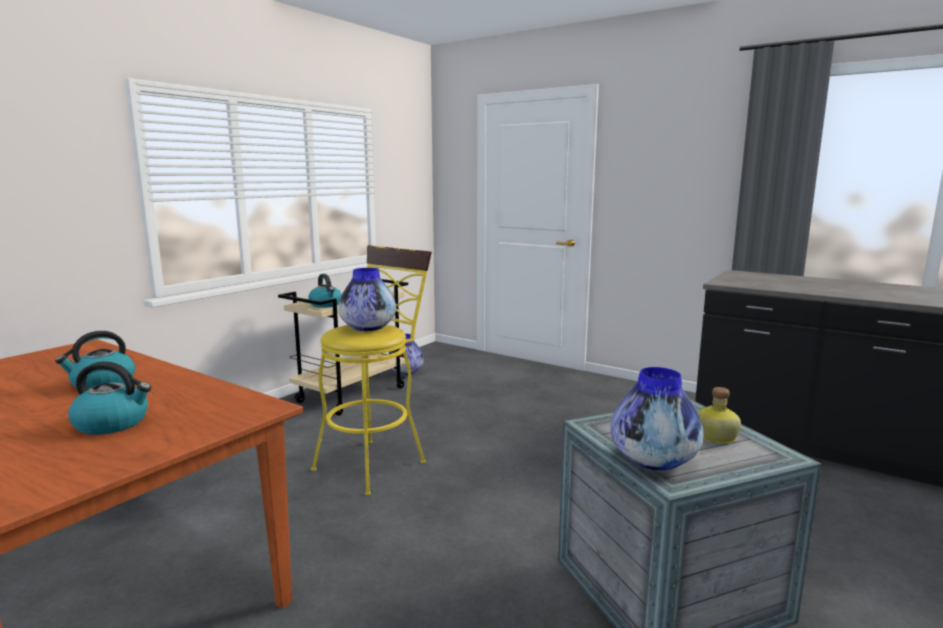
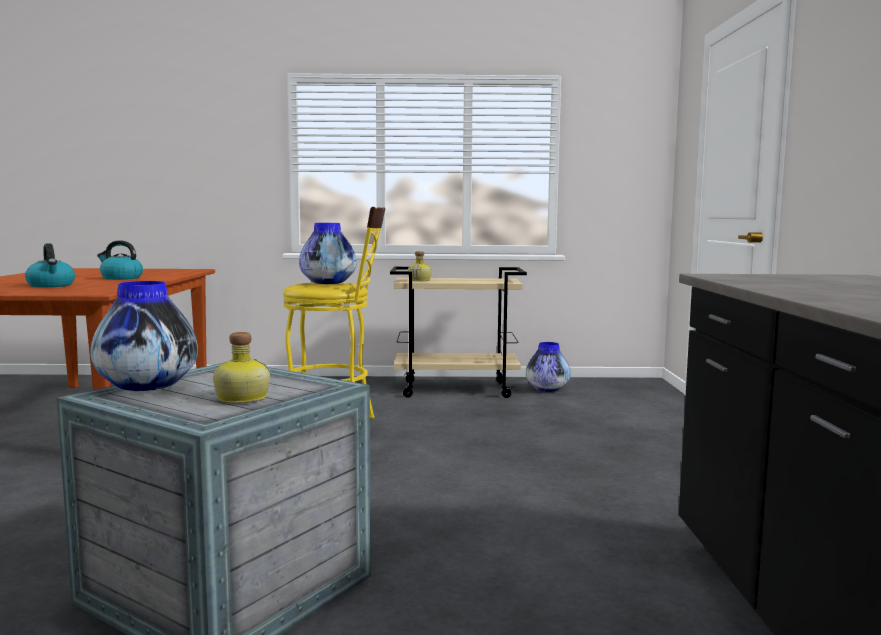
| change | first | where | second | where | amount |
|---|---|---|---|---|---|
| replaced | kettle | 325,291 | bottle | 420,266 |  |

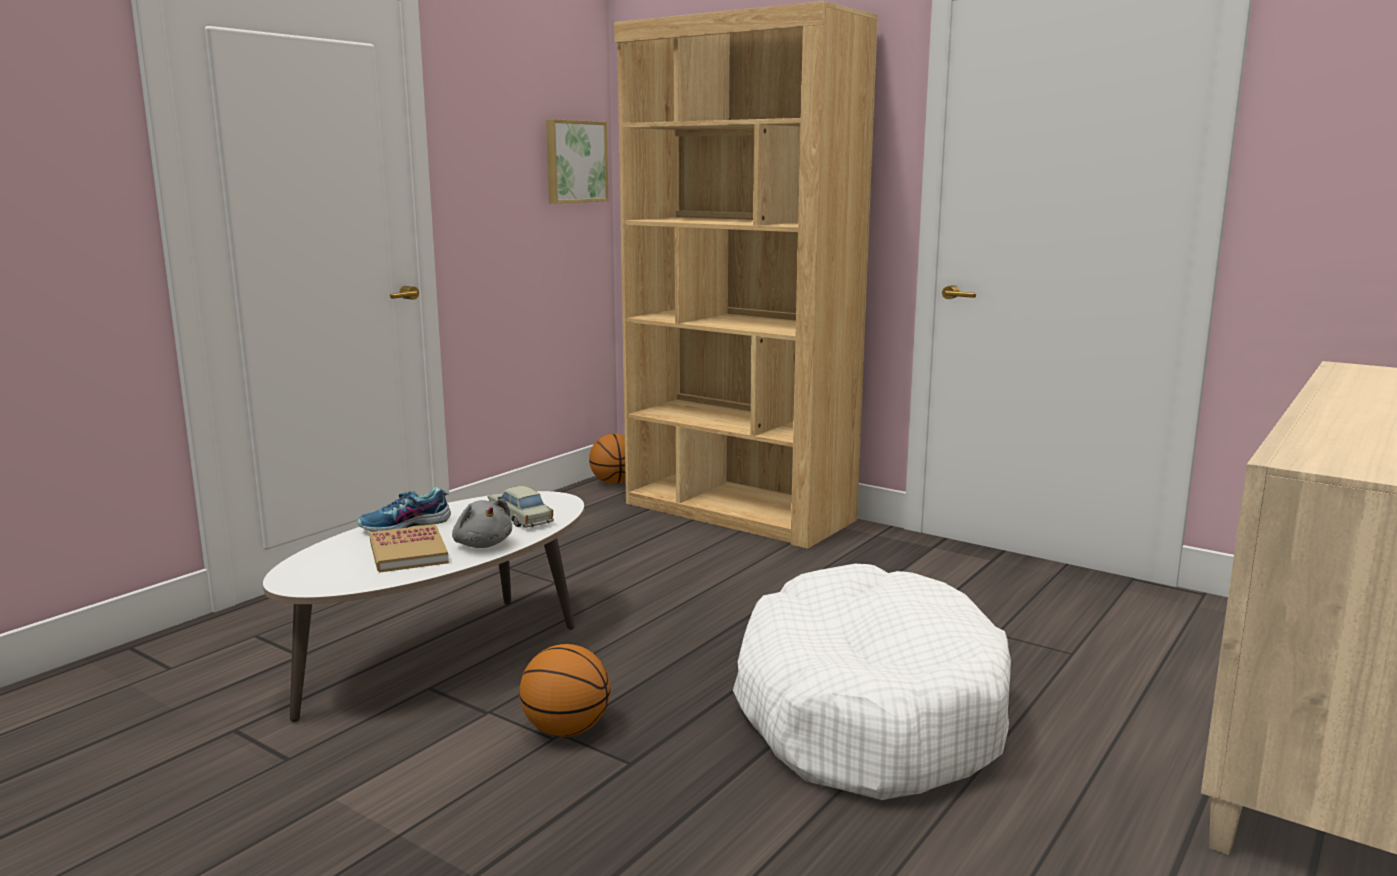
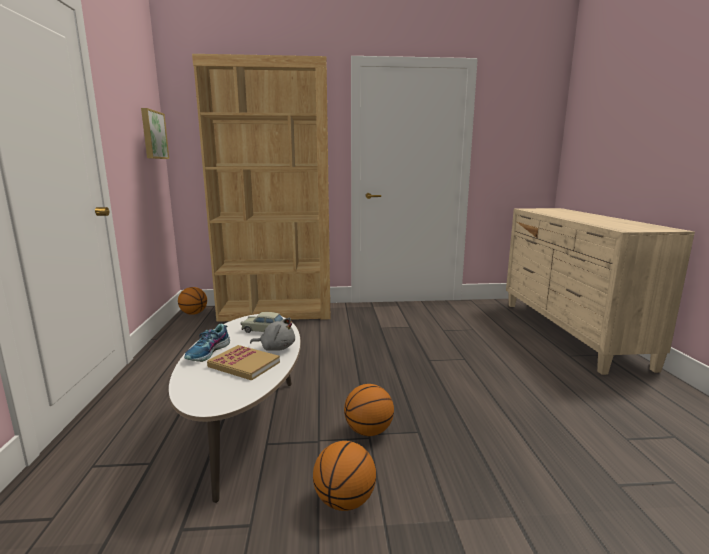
| change | first | where | second | where | amount |
|---|---|---|---|---|---|
| removed | white dog bed | 872,682 |  |  |  |
| added |  |  | basketball | 344,476 |  |

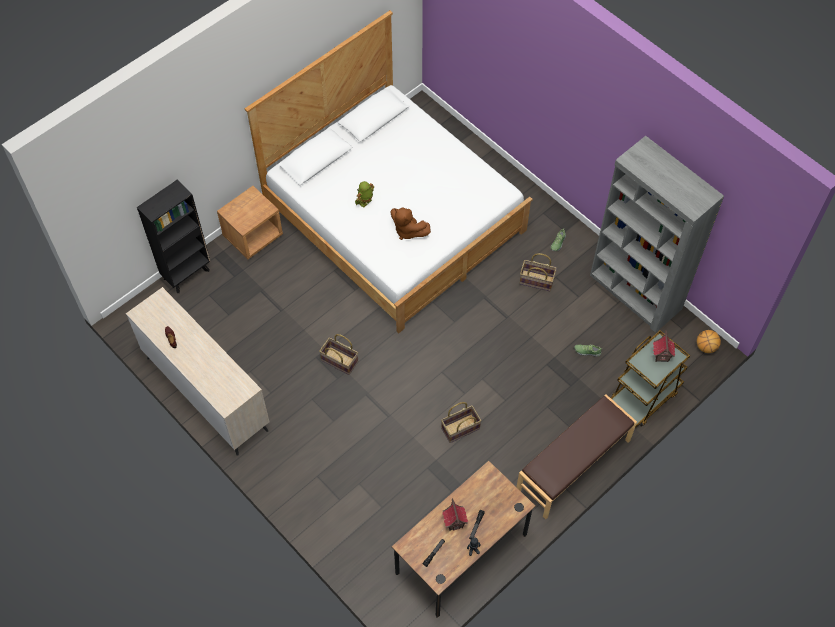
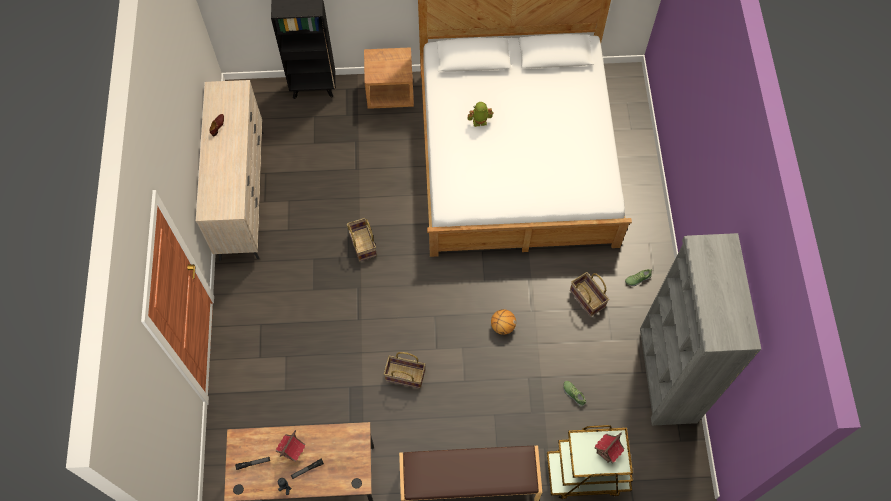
| change | first | where | second | where | amount |
|---|---|---|---|---|---|
| removed | brown plush toy | 410,223 |  |  |  |
| moved | basketball | 709,341 |  | 503,322 |  |

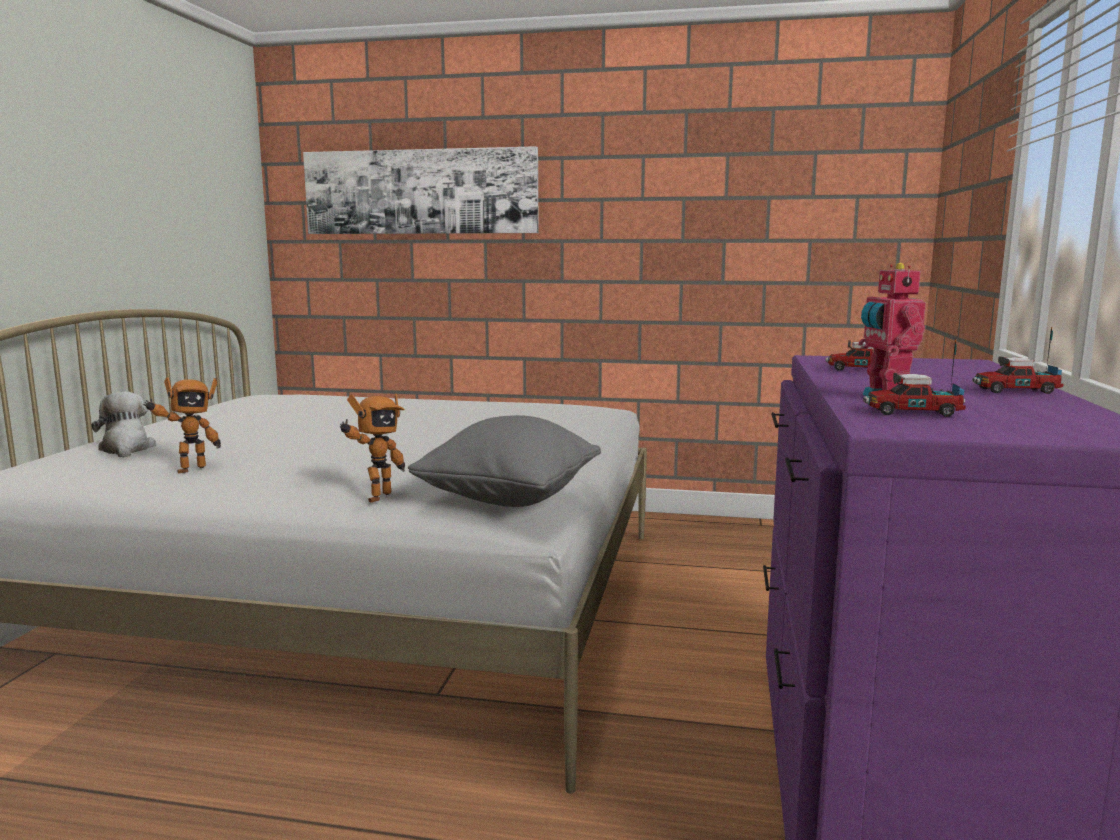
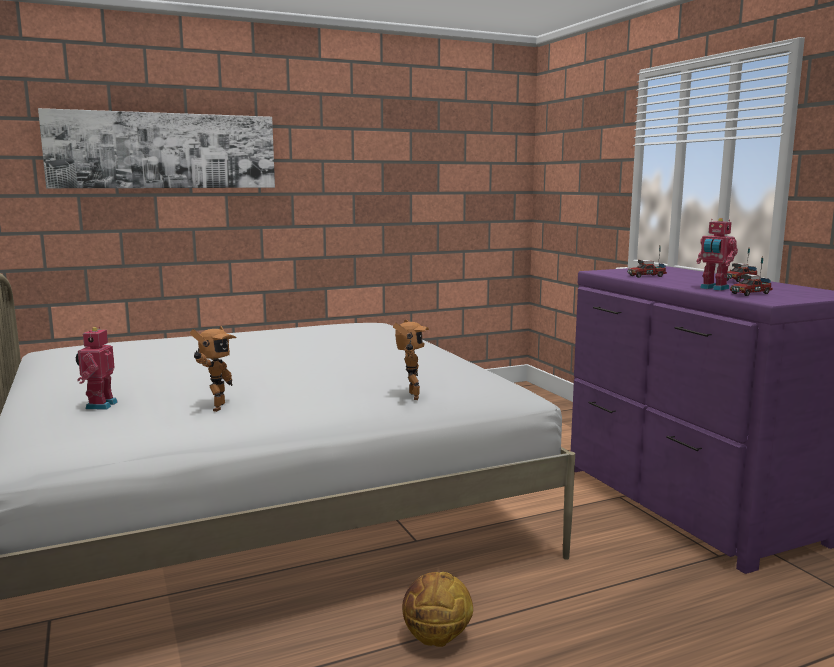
| change | first | where | second | where | amount |
|---|---|---|---|---|---|
| replaced | plush toy | 124,425 | toy robot | 97,367 |  |
| removed | grey pillow | 504,461 |  |  |  |
| added |  |  | basketball | 437,609 |  |

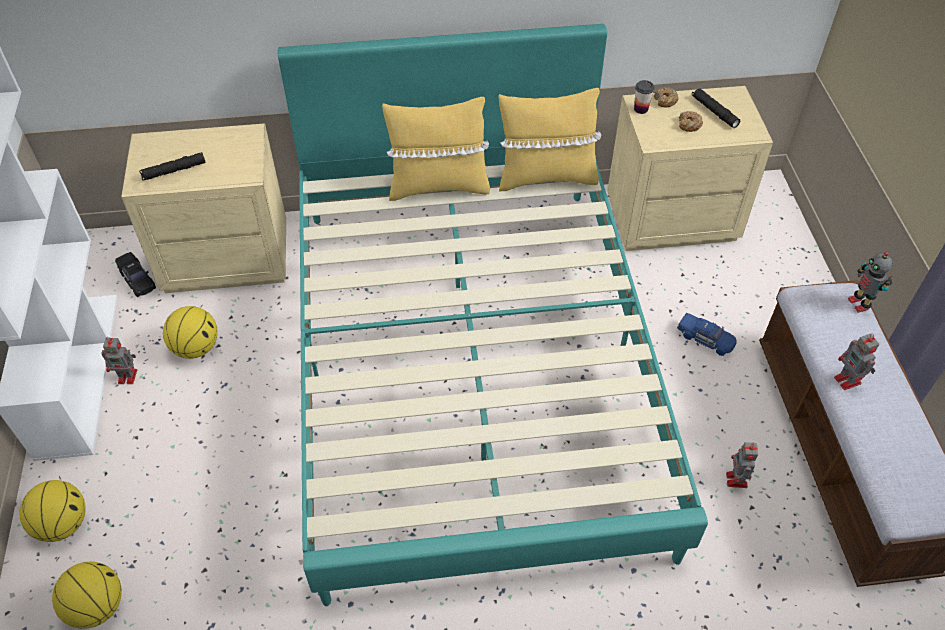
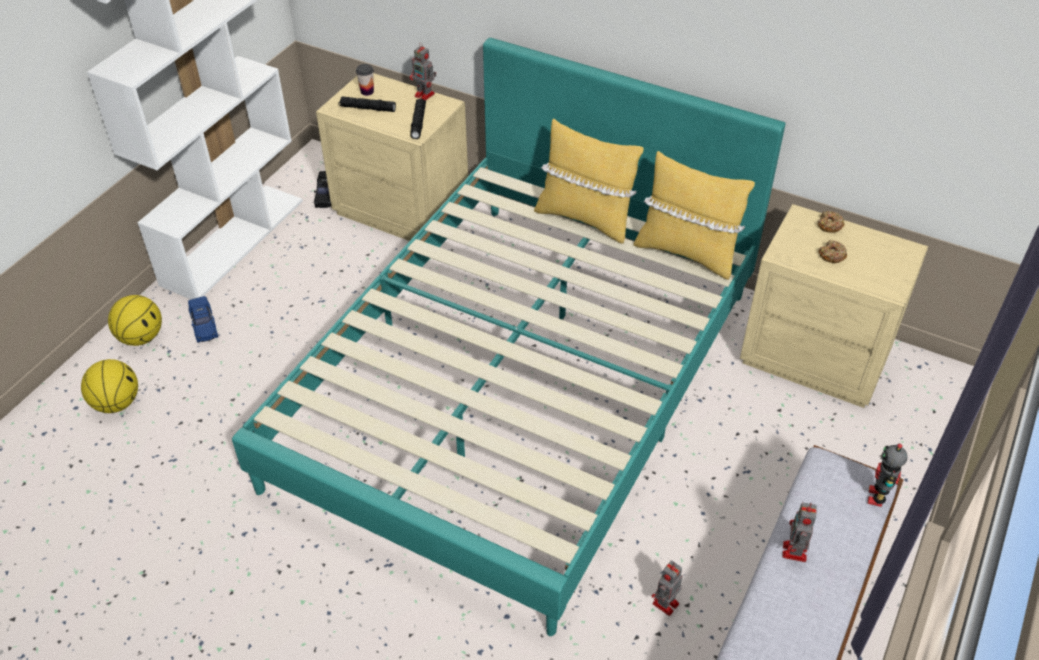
| change | first | where | second | where | amount |
|---|---|---|---|---|---|
| moved | toy robot | 119,360 |  | 423,71 |  |
| removed | basketball | 190,332 |  |  |  |
| moved | cup | 644,97 |  | 365,80 |  |
| moved | blue toy car | 706,334 |  | 203,319 |  |
| moved | black flashlight | 716,108 |  | 418,119 |  |

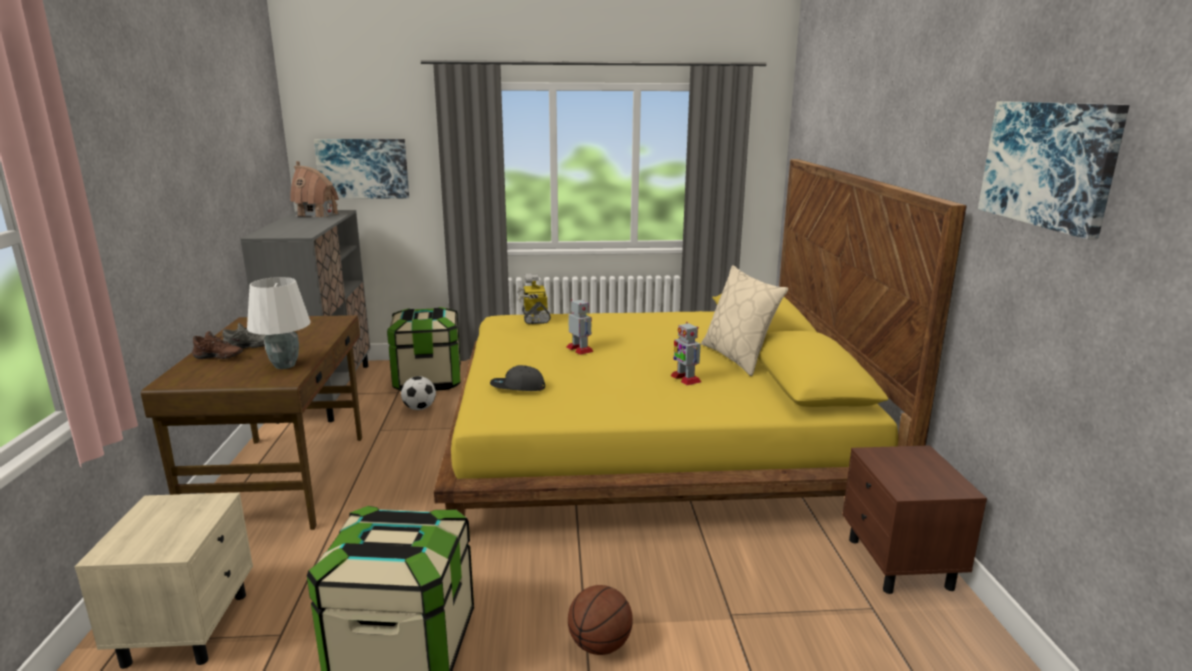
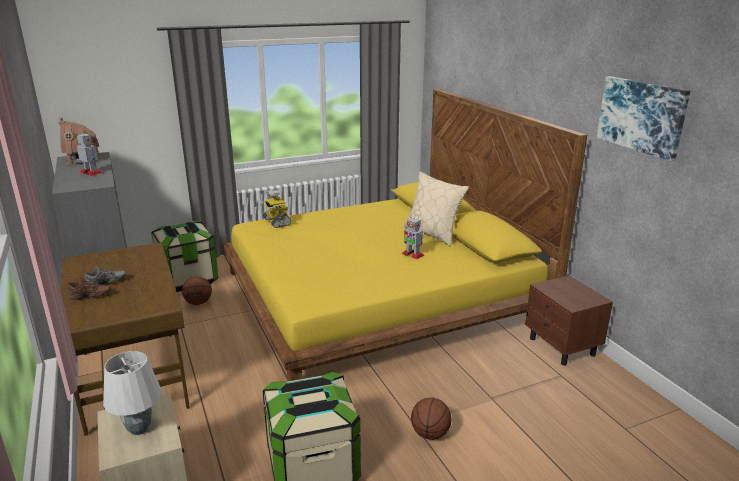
| change | first | where | second | where | amount |
|---|---|---|---|---|---|
| moved | white table lamp | 279,323 |  | 132,393 |  |
| removed | picture | 361,169 |  |  |  |
| replaced | football | 418,393 | basketball | 197,290 |  |
| removed | grey cap | 517,378 |  |  |  |
| moved | toy robot | 580,327 |  | 89,155 |  |

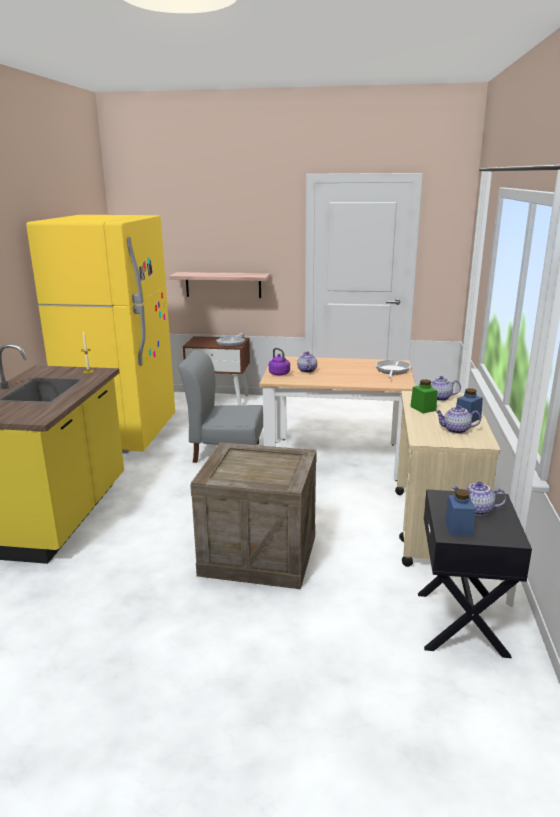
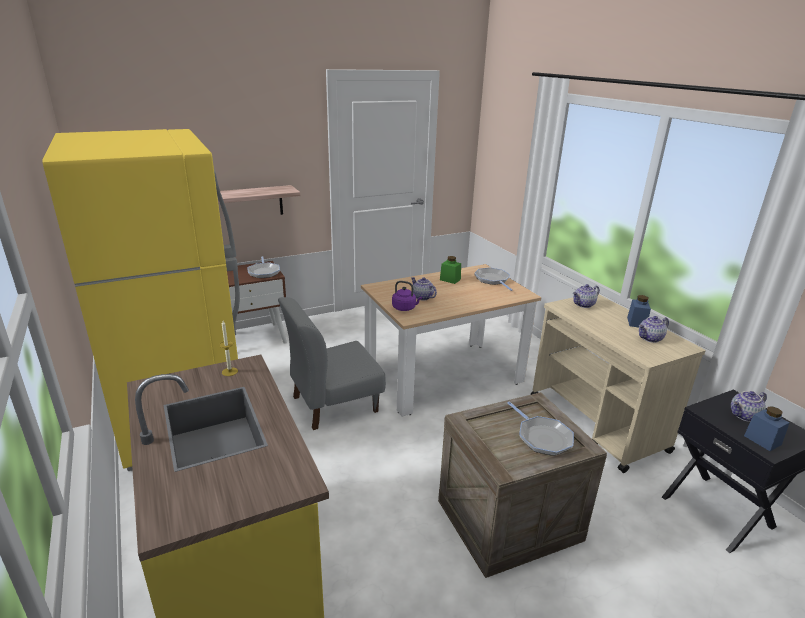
| change | first | where | second | where | amount |
|---|---|---|---|---|---|
| moved | green jar | 423,396 |  | 450,270 |  |
| added |  |  | frying pan | 541,429 |  |

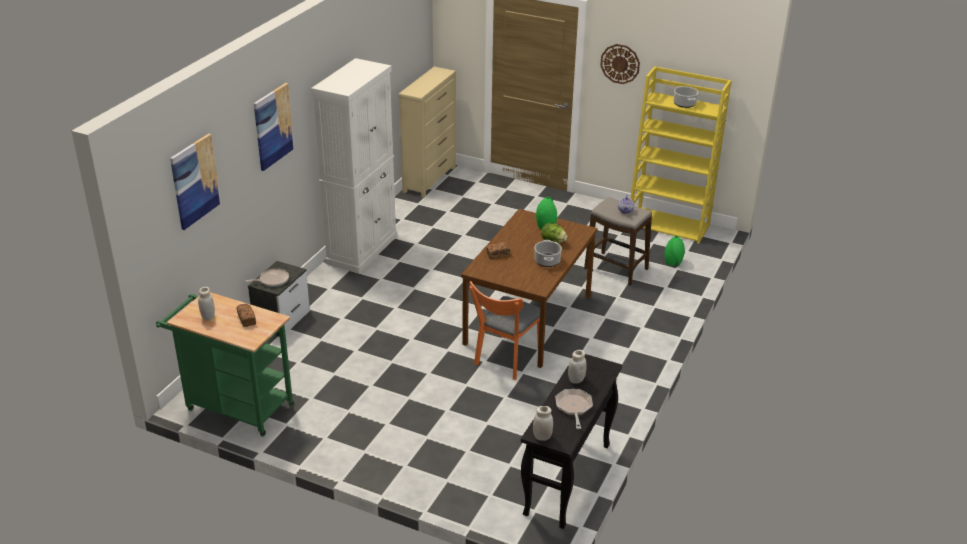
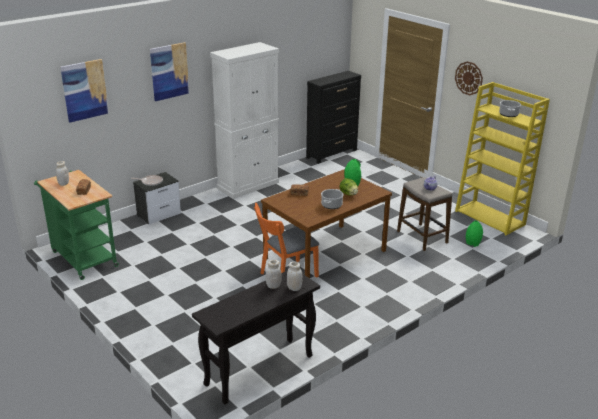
| change | first | where | second | where | amount |
|---|---|---|---|---|---|
| recoloured | beige dresser | 427,132 | black dresser | 333,117 |  |
| moved | white jar | 543,423 |  | 294,276 |  |
| removed | frying pan | 574,409 |  |  |  |

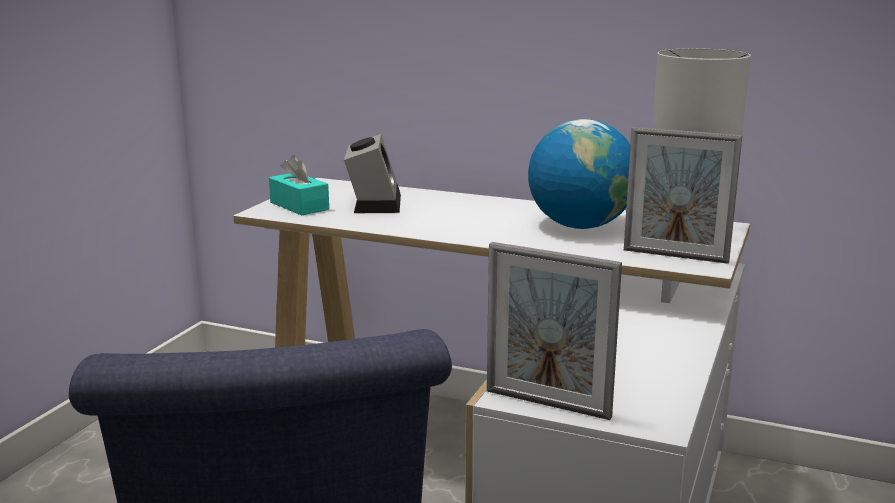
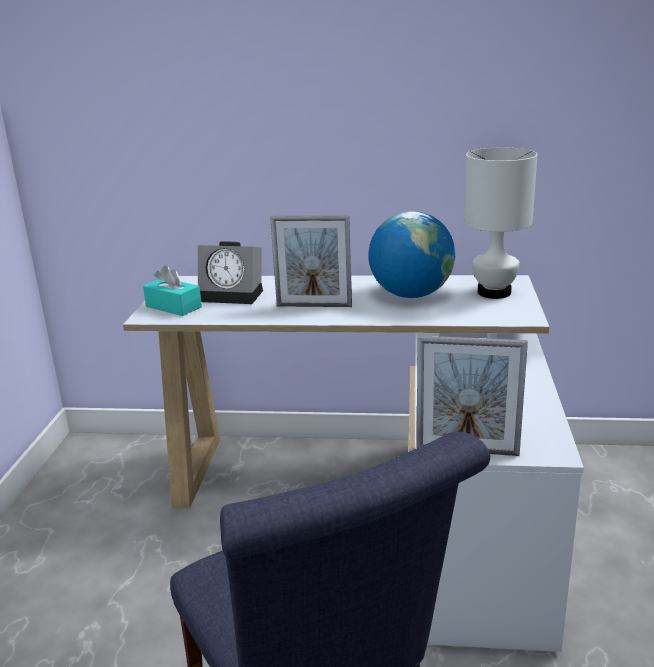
| change | first | where | second | where | amount |
|---|---|---|---|---|---|
| turned | alarm clock | 372,173 |  | 230,272 | 120 degrees clockwise |
| moved | picture frame | 683,195 |  | 311,261 |  |

